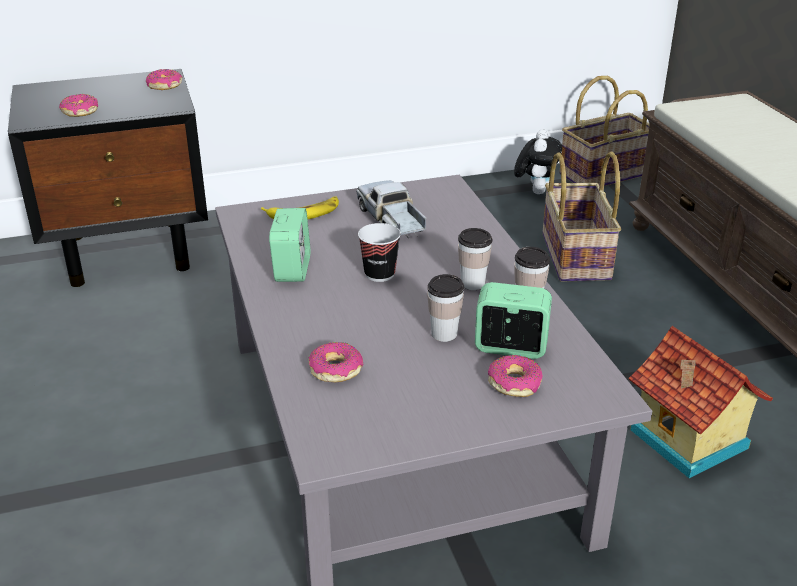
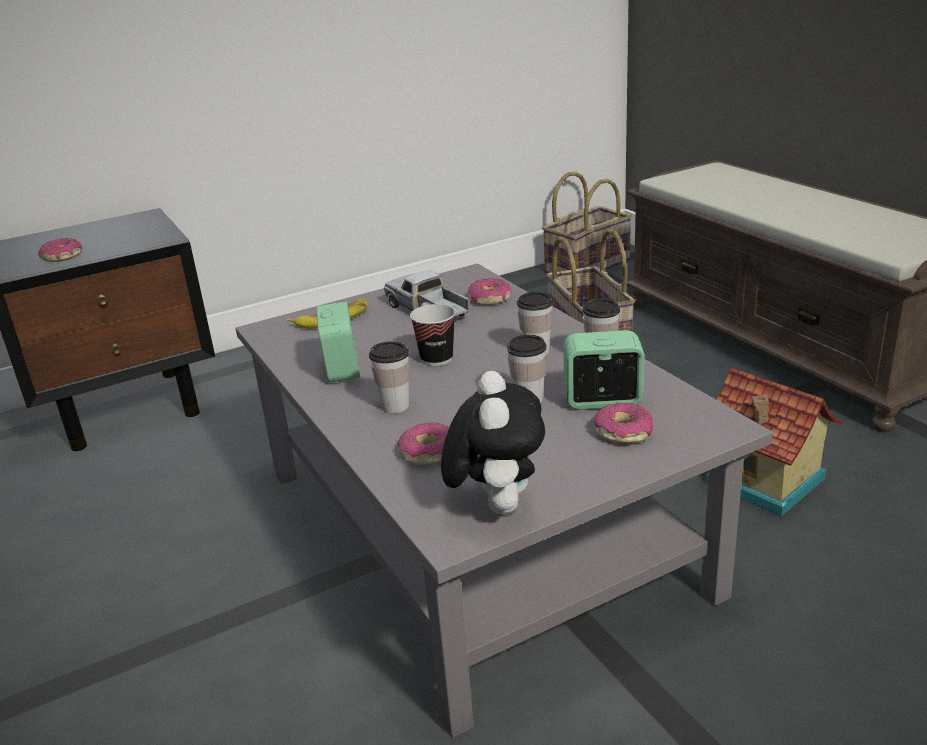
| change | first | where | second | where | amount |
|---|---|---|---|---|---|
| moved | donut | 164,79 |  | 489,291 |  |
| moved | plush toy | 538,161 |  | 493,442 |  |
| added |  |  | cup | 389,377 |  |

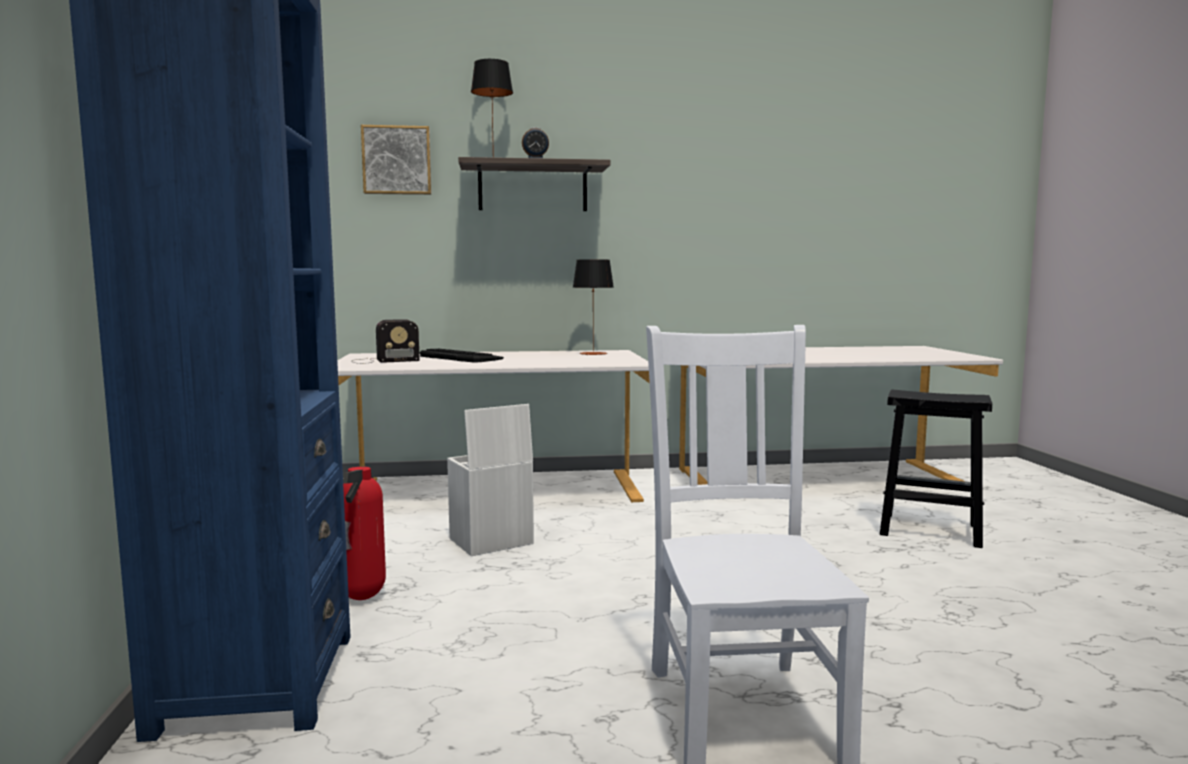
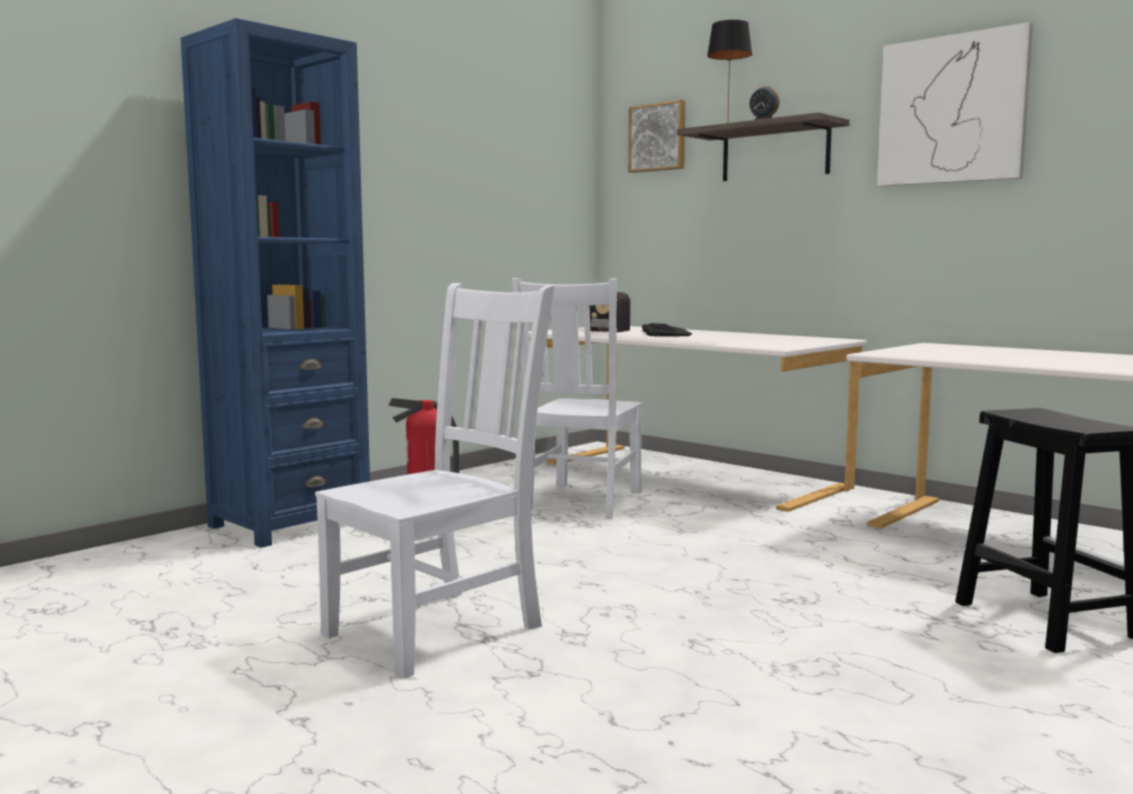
| change | first | where | second | where | amount |
|---|---|---|---|---|---|
| replaced | white storage box | 490,480 | white chair | 577,398 |  |
| removed | table lamp | 593,307 |  |  |  |
| added |  |  | picture | 955,104 |  |

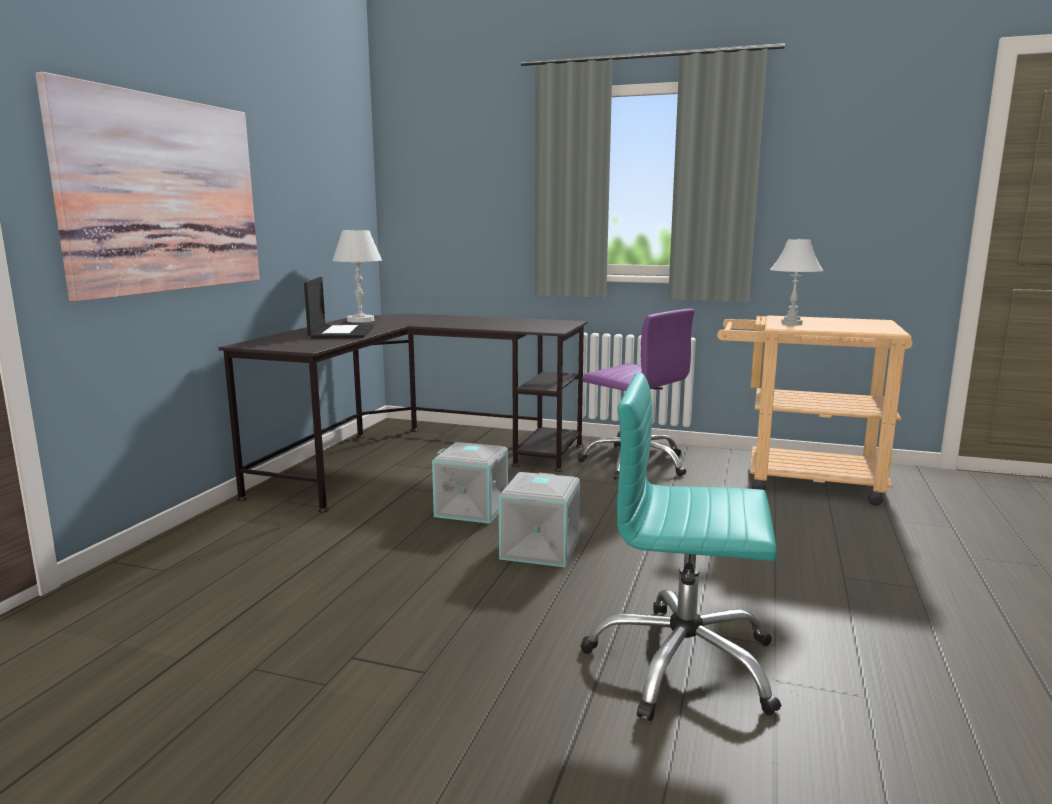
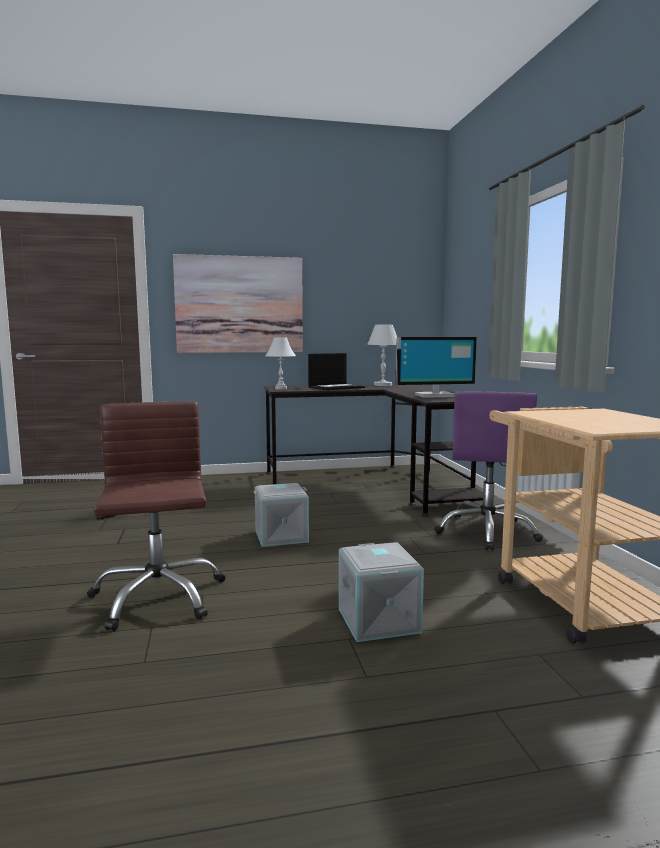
| change | first | where | second | where | amount |
|---|---|---|---|---|---|
| moved | grey storage box | 470,483 |  | 381,592 |  |
| recoloured | turquoise office chair | 680,547 | brown office chair | 156,516 |  |
| moved | white table lamp | 797,282 |  | 280,363 |  |
| added |  |  | monitor | 436,367 |  |

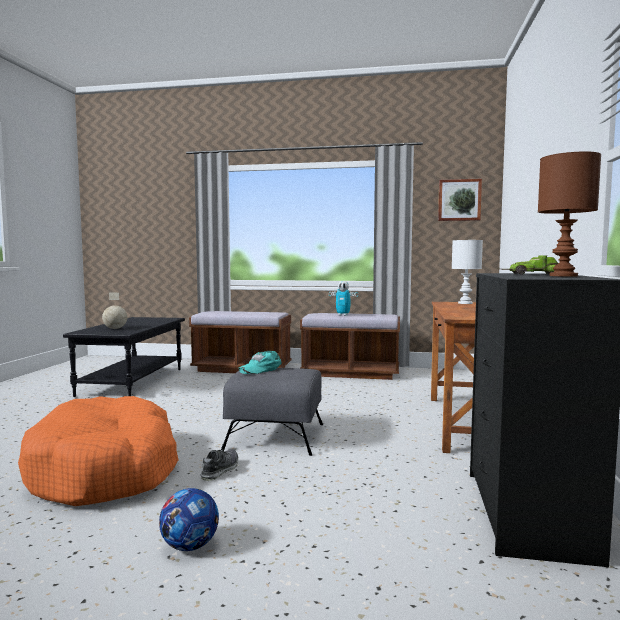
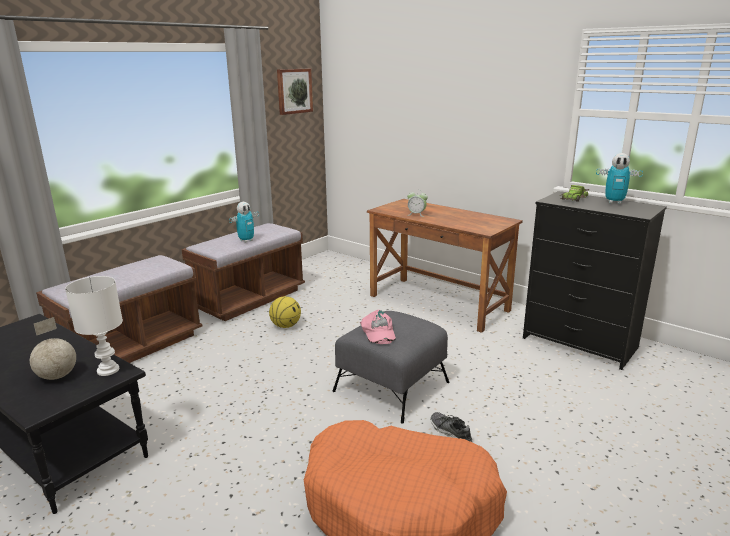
| change | first | where | second | where | amount |
|---|---|---|---|---|---|
| removed | football | 189,519 |  |  |  |
| recoloured | turquoise cap | 260,362 | pink cap | 378,327 |  |
| moved | white table lamp | 467,272 |  | 94,326 |  |
| replaced | brown table lamp | 569,214 | toy robot | 619,178 |  |
| added |  |  | basketball | 285,312 |  |
| added |  |  | alarm clock | 417,203 |  |

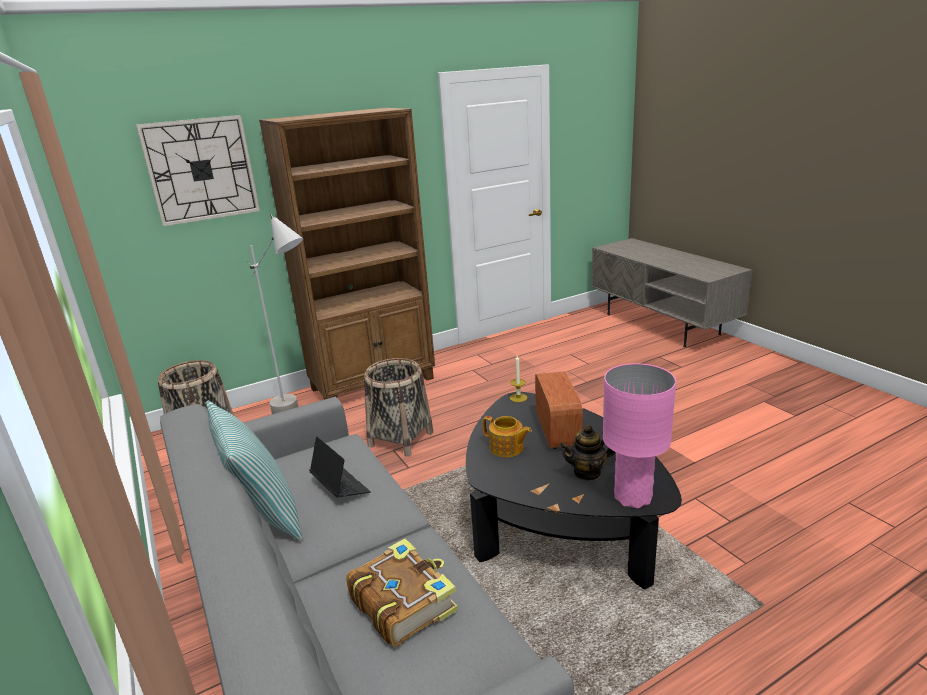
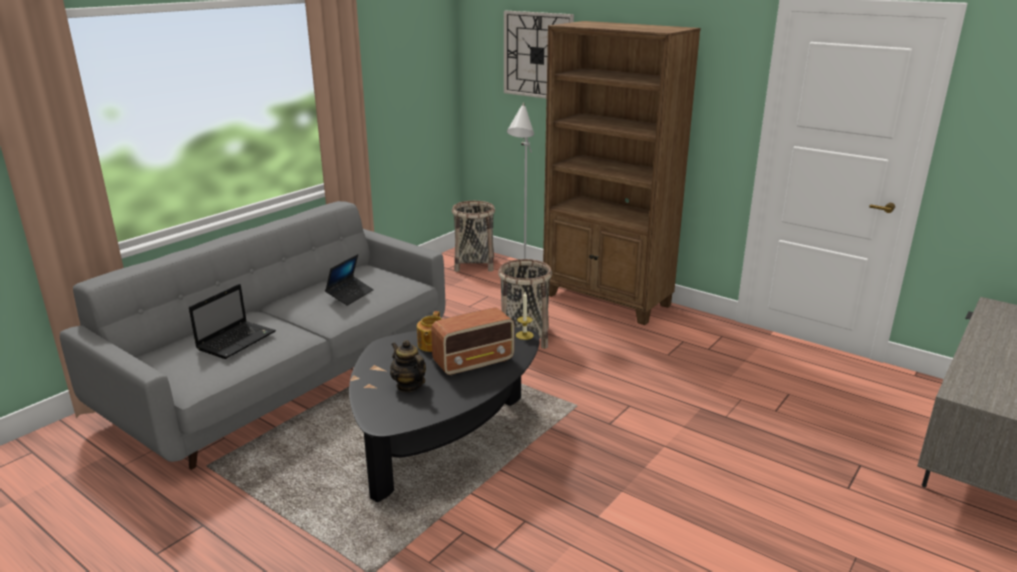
| change | first | where | second | where | amount |
|---|---|---|---|---|---|
| removed | pillow | 254,470 |  |  |  |
| replaced | book | 402,592 | laptop | 232,321 |  |
| removed | pink table lamp | 639,435 |  |  |  |

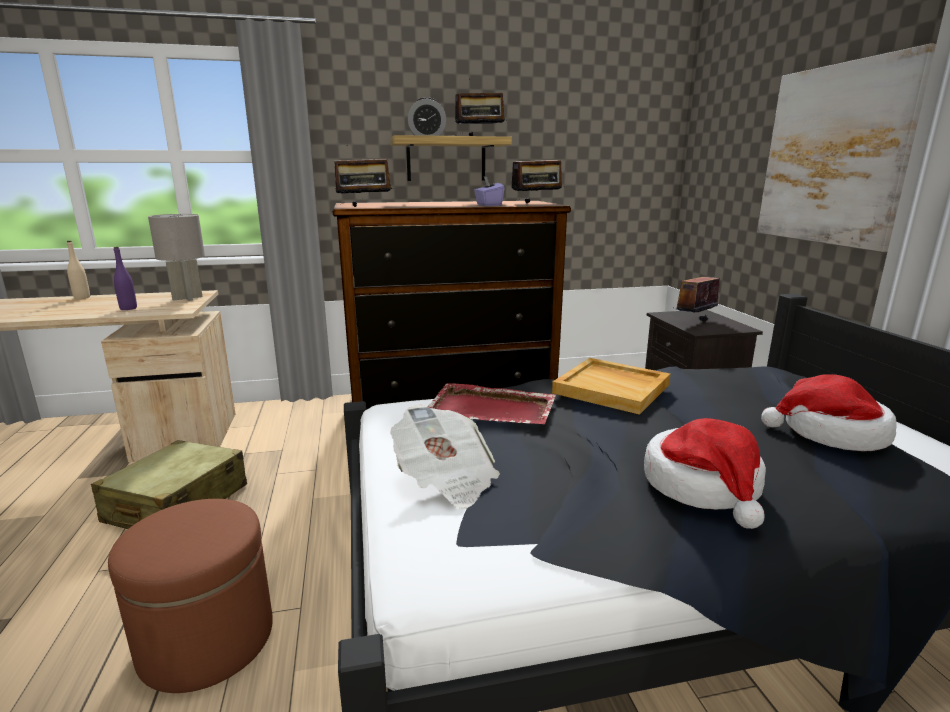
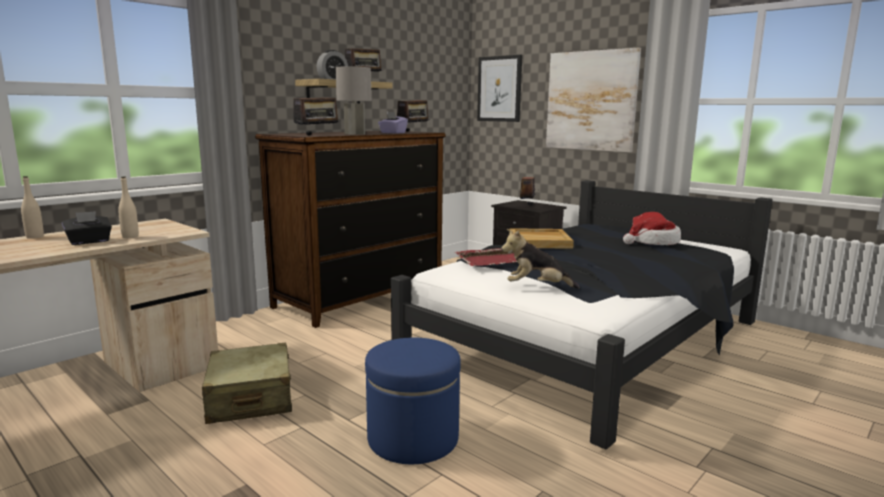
| change | first | where | second | where | amount |
|---|---|---|---|---|---|
| recoloured | brown ottoman | 190,596 | blue ottoman | 413,401 |  |
| recoloured | purple bottle | 125,278 | beige bottle | 128,207 |  |
| moved | grey table lamp | 176,257 |  | 353,100 |  |
| replaced | newspaper | 445,457 | plush toy | 540,259 |  |
| removed | hat | 705,473 |  |  |  |
| added |  |  | black tissue box | 87,228 |  |
| added |  |  | picture | 499,88 |  |

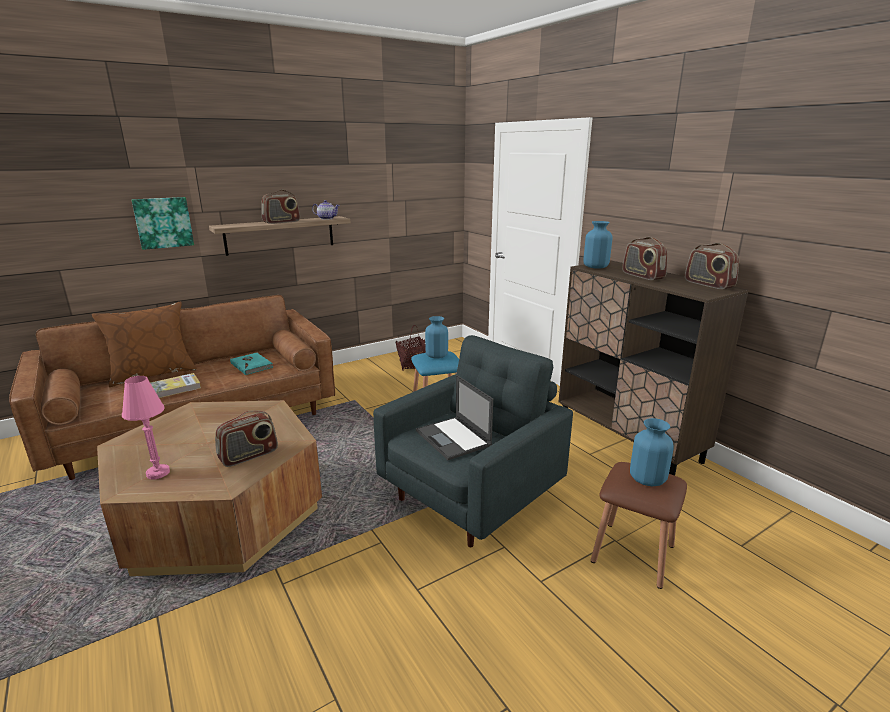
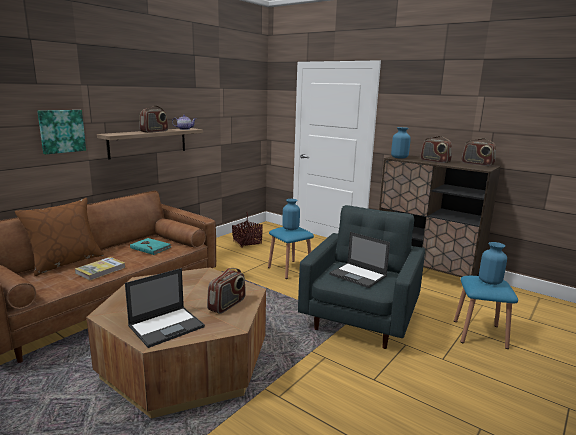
| change | first | where | second | where | amount |
|---|---|---|---|---|---|
| replaced | pink table lamp | 146,427 | laptop | 165,308 |  |
| recoloured | brown stool | 639,525 | blue stool | 486,312 |  |

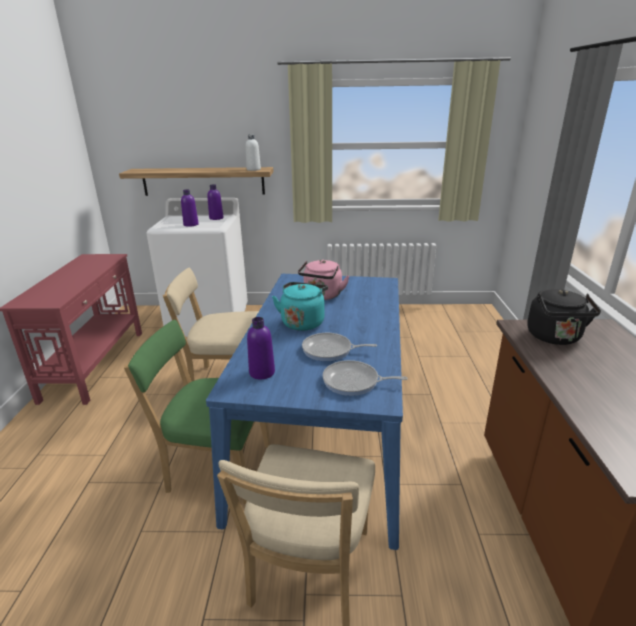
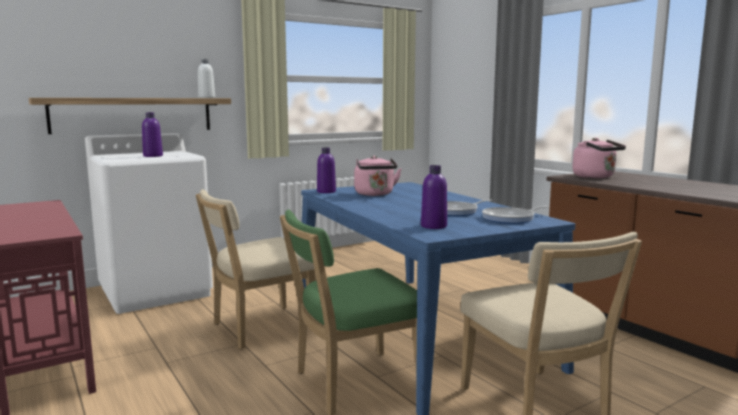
| change | first | where | second | where | amount |
|---|---|---|---|---|---|
| moved | purple bottle | 215,202 |  | 326,170 |  |
| removed | turquoise kettle | 300,306 |  |  |  |
| recoloured | black kettle | 564,317 | pink kettle | 599,158 |  |

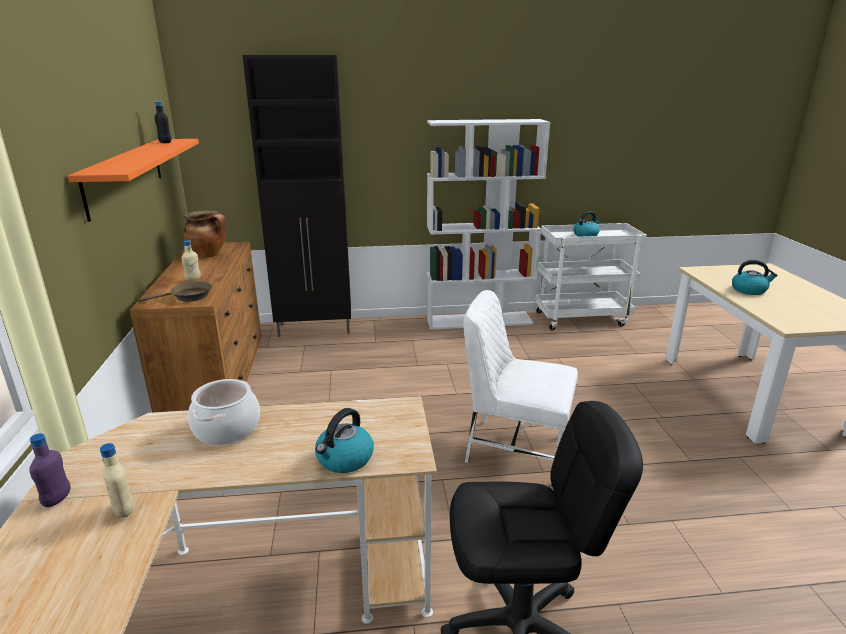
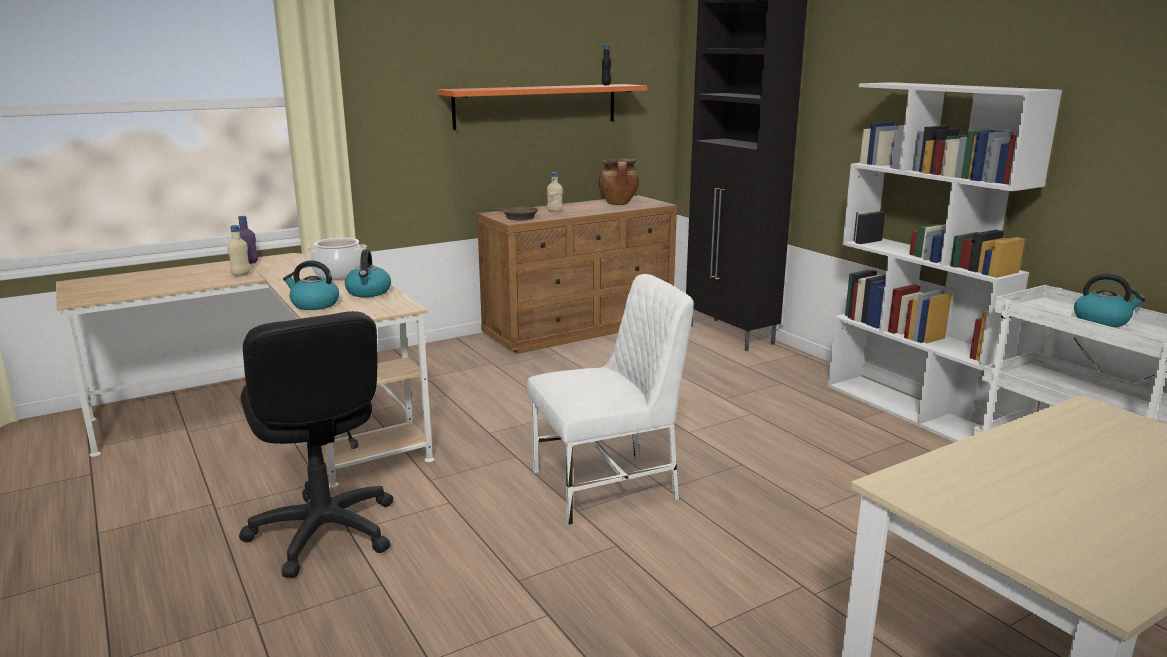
| change | first | where | second | where | amount |
|---|---|---|---|---|---|
| turned | white chair | 520,376 |  | 610,400 | 75 degrees clockwise |
| moved | kettle | 755,277 |  | 368,273 |  |

